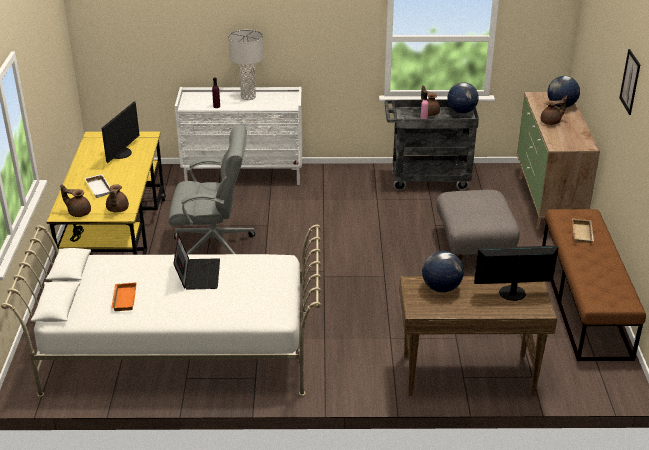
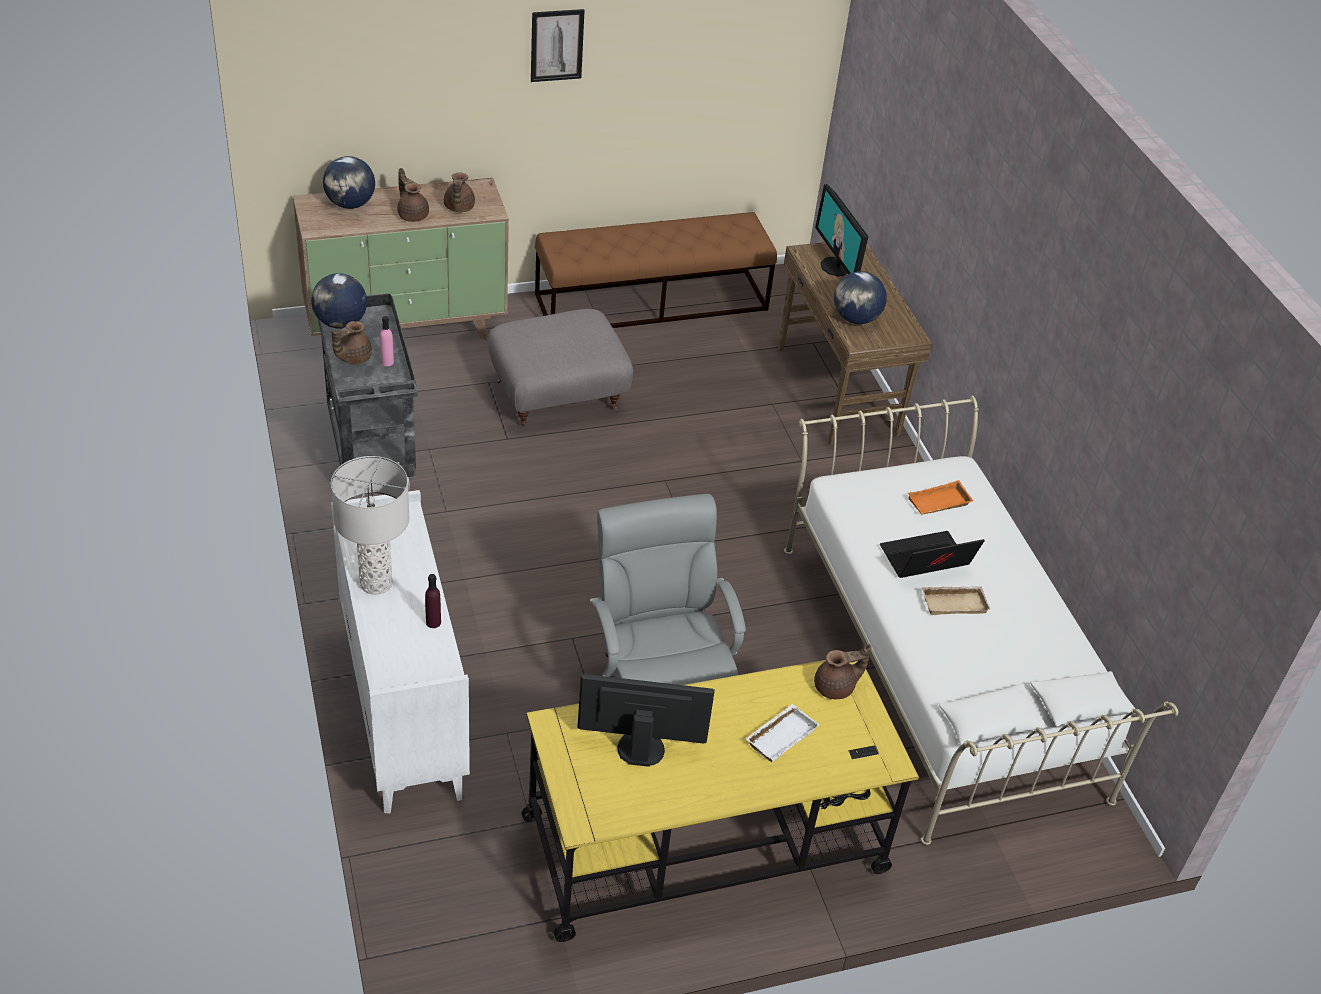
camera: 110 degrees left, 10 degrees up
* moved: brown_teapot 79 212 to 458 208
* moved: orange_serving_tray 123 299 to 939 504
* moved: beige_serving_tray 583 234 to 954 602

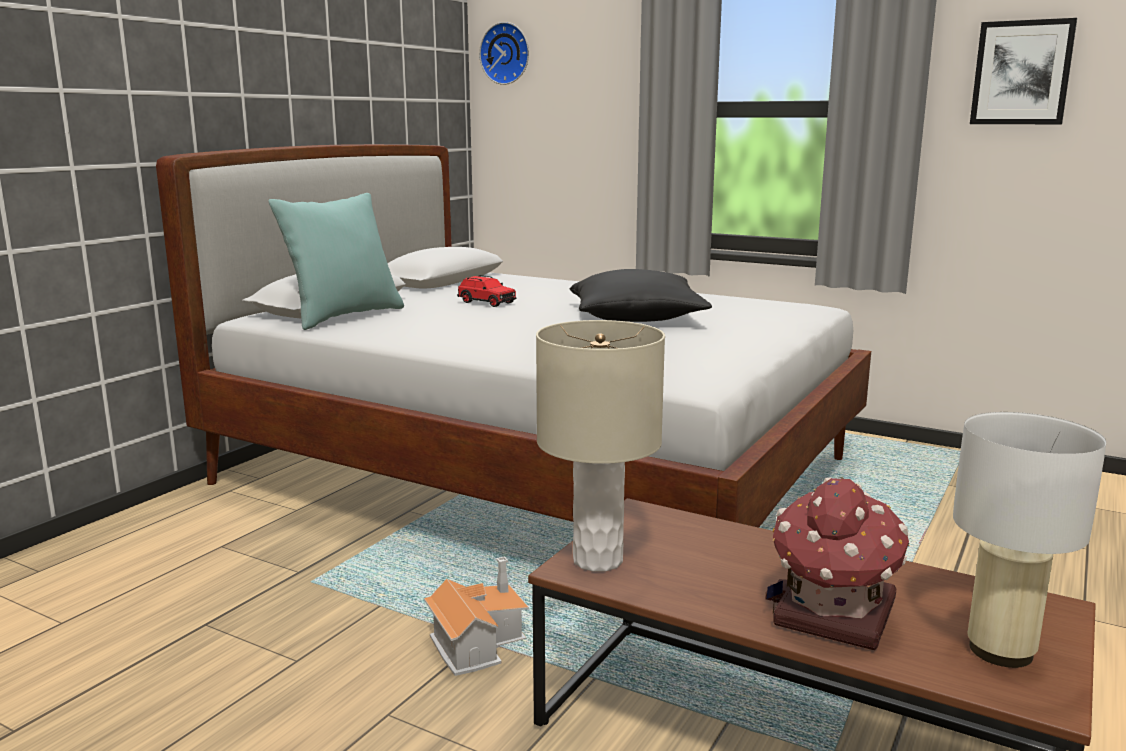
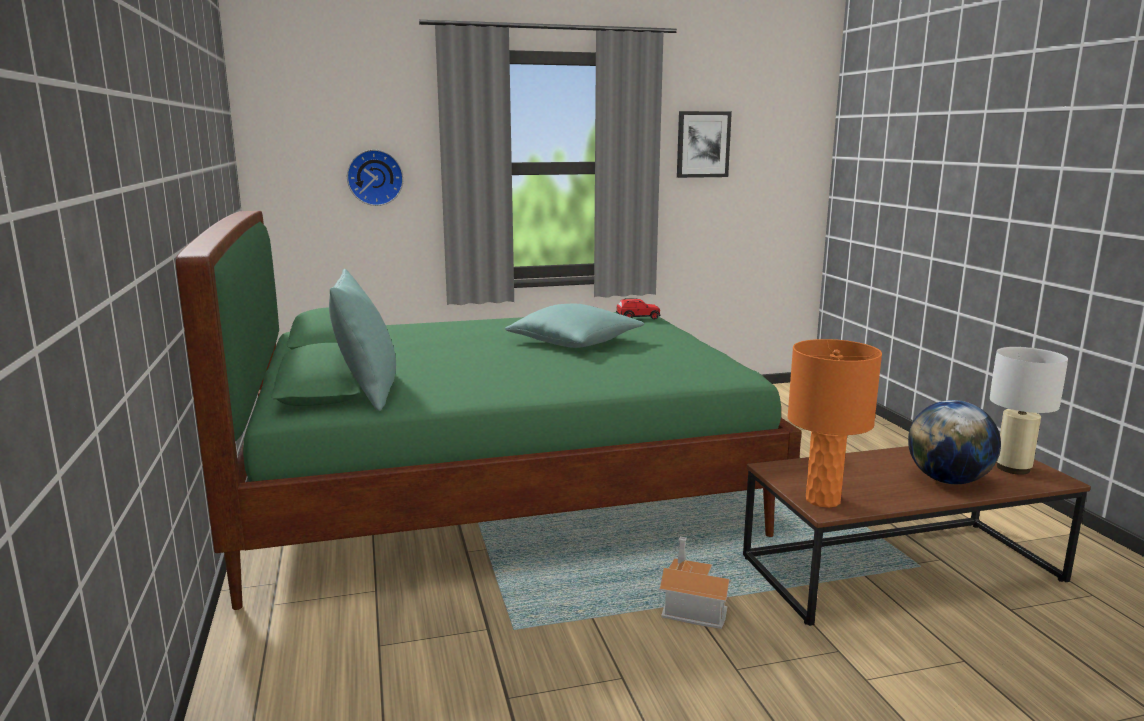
camera: 45 degrees left, 0 degrees up
* recoloured: white-coloured_bed 539 472 to greenish_bed 496 488
* moved: red_toy_car 486 302 to 637 317
* moved: clock_on_the_wall 506 53 to 375 177
* recoloured: beige_tabletop_lamp 598 560 to orange_tabletop_lamp 822 500
* recoloured: black_cushion 636 318 to turquoise-coloured_cushion 575 343
* replaced: toy_house 833 615 to desk_globe 948 480

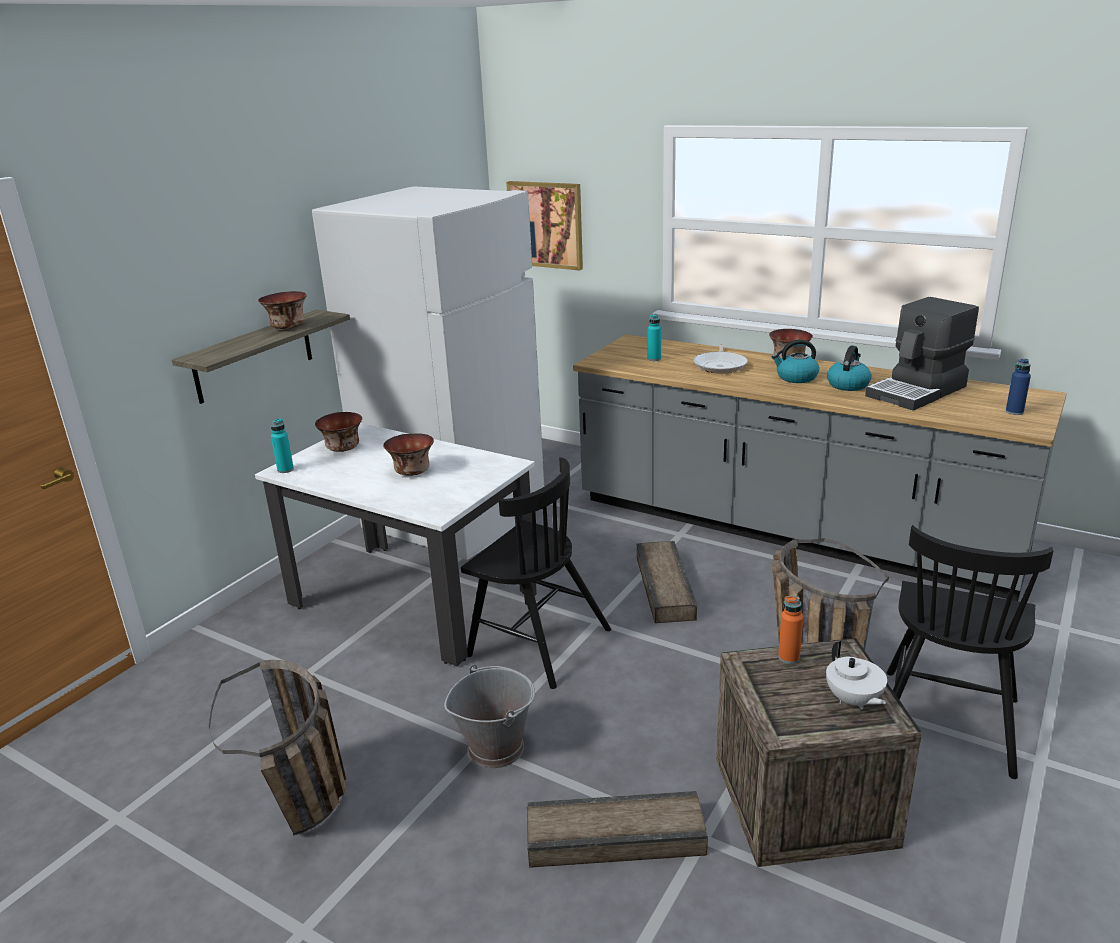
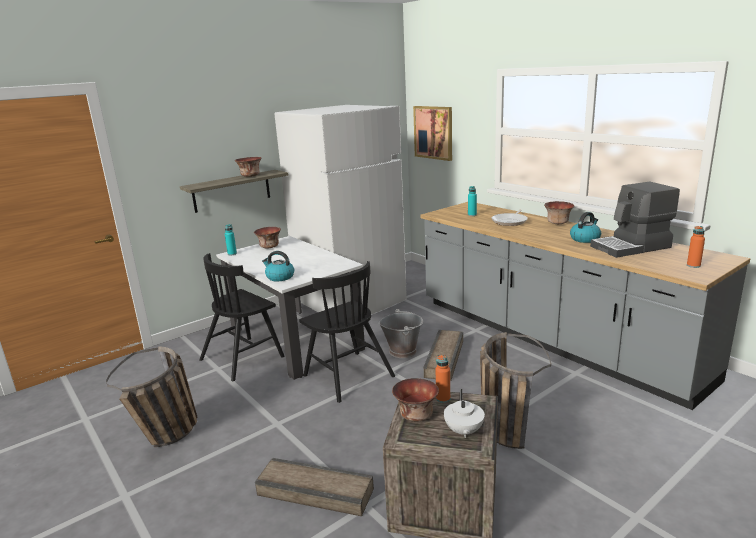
camera: 20 degrees right, 5 degrees down
* moved: bowl 411 472 to 415 416
* moved: grey_water_bucket 496 747 to 403 351
* moved: kettle 796 378 to 279 277
* moved: black_upright_chair 947 714 to 245 356
* recoloured: bluish_bottle 1014 412 to orange_bottle 693 265

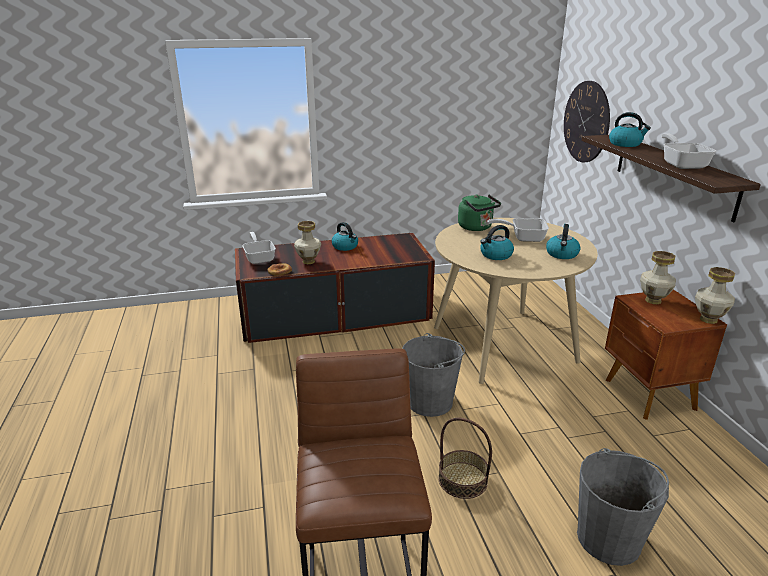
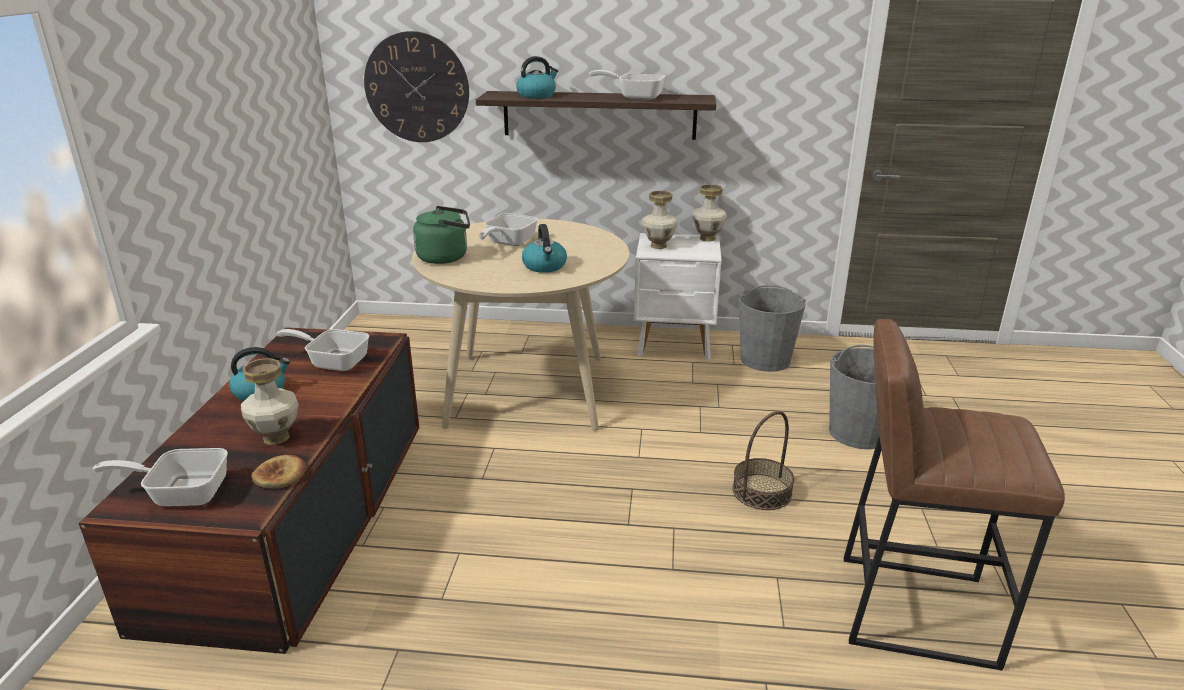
camera: 70 degrees left, 0 degrees up
* moved: grey_water_bucket 430 402 to 765 359
* removed: kettle 562 254
* recoloured: brown_night_table 649 395 to white-coloured_night_table 675 344
* added: frying_pan 333 361

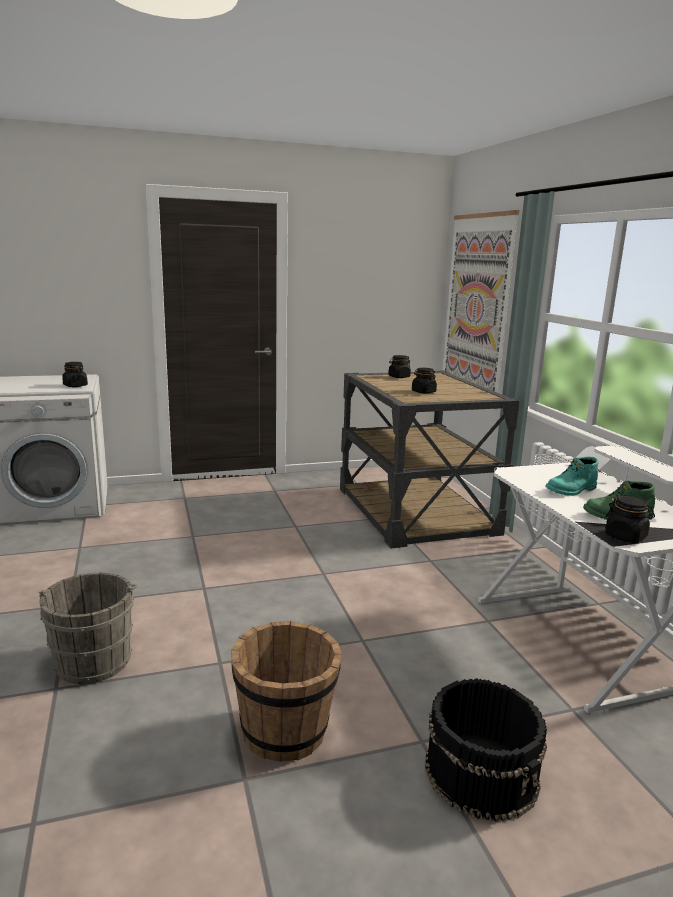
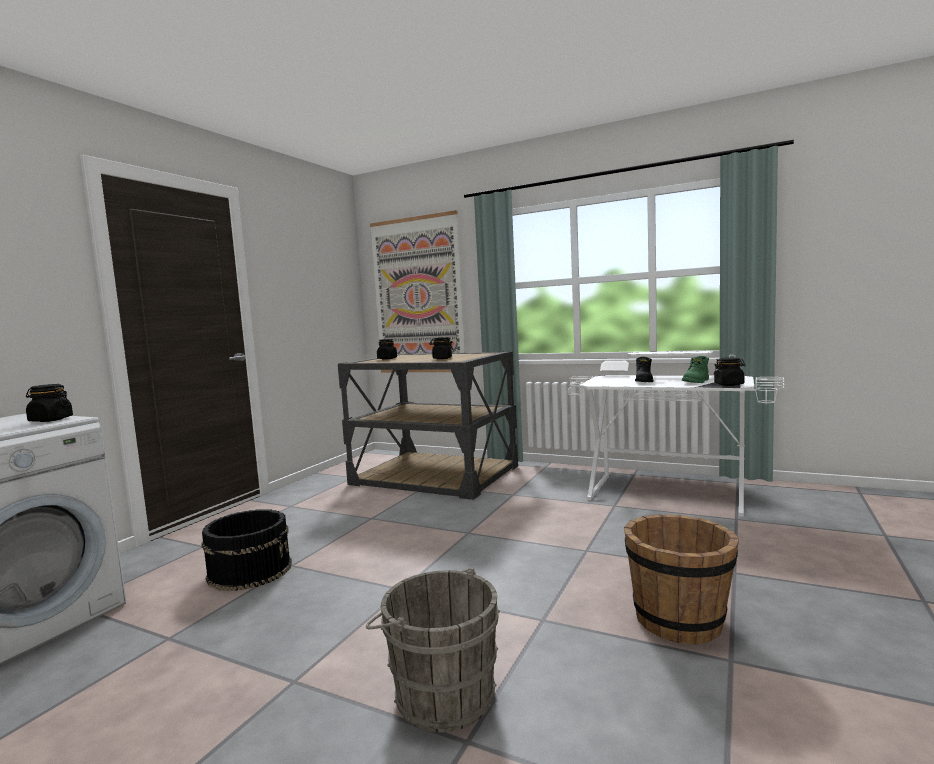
camera: 45 degrees left, 10 degrees down
* moved: black_water_bucket 482 772 to 250 570
* recoloured: turquoise-coloured_high-top_boot 571 490 to black_high-top_boot 644 381

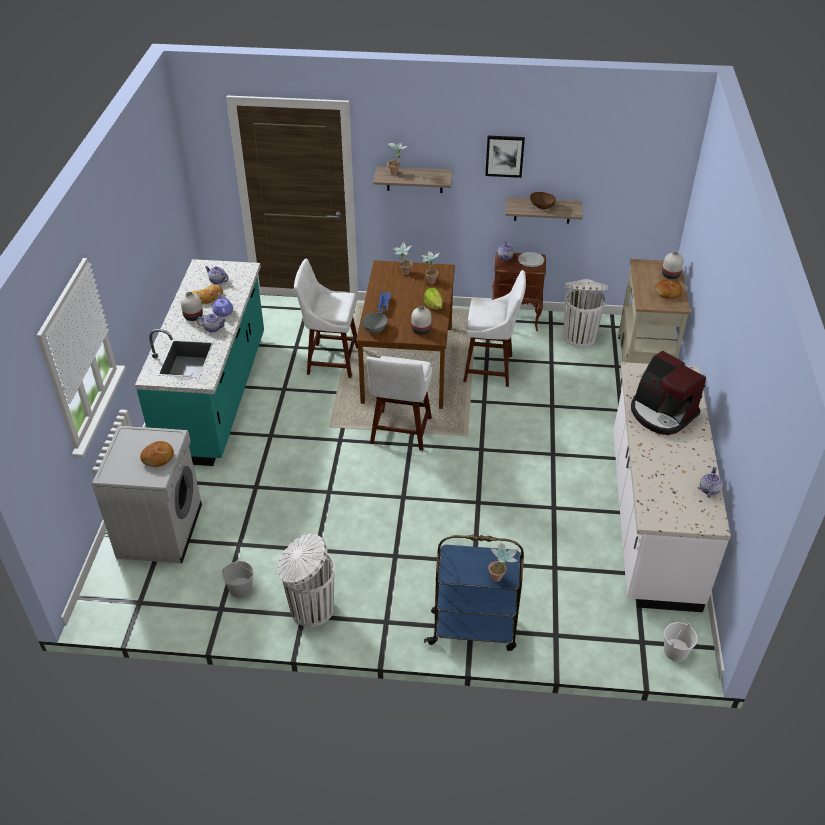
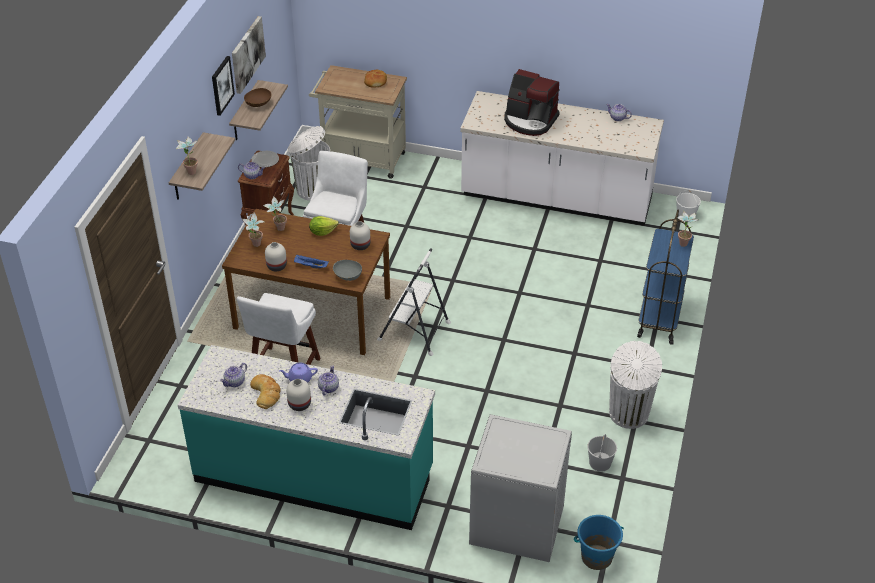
camera: 80 degrees left, 0 degrees up
* removed: bread 158 458
* replaced: white-coloured_upright_chair 400 433 to white-coloured_step_stool 416 331
* turned: coffee_maker 662 413 = 530 121 60 degrees clockwise
* moved: white-coloured_flower_vase 671 275 to 276 266
* added: wall_picture 247 54
* added: bluish_water_bucket 596 557

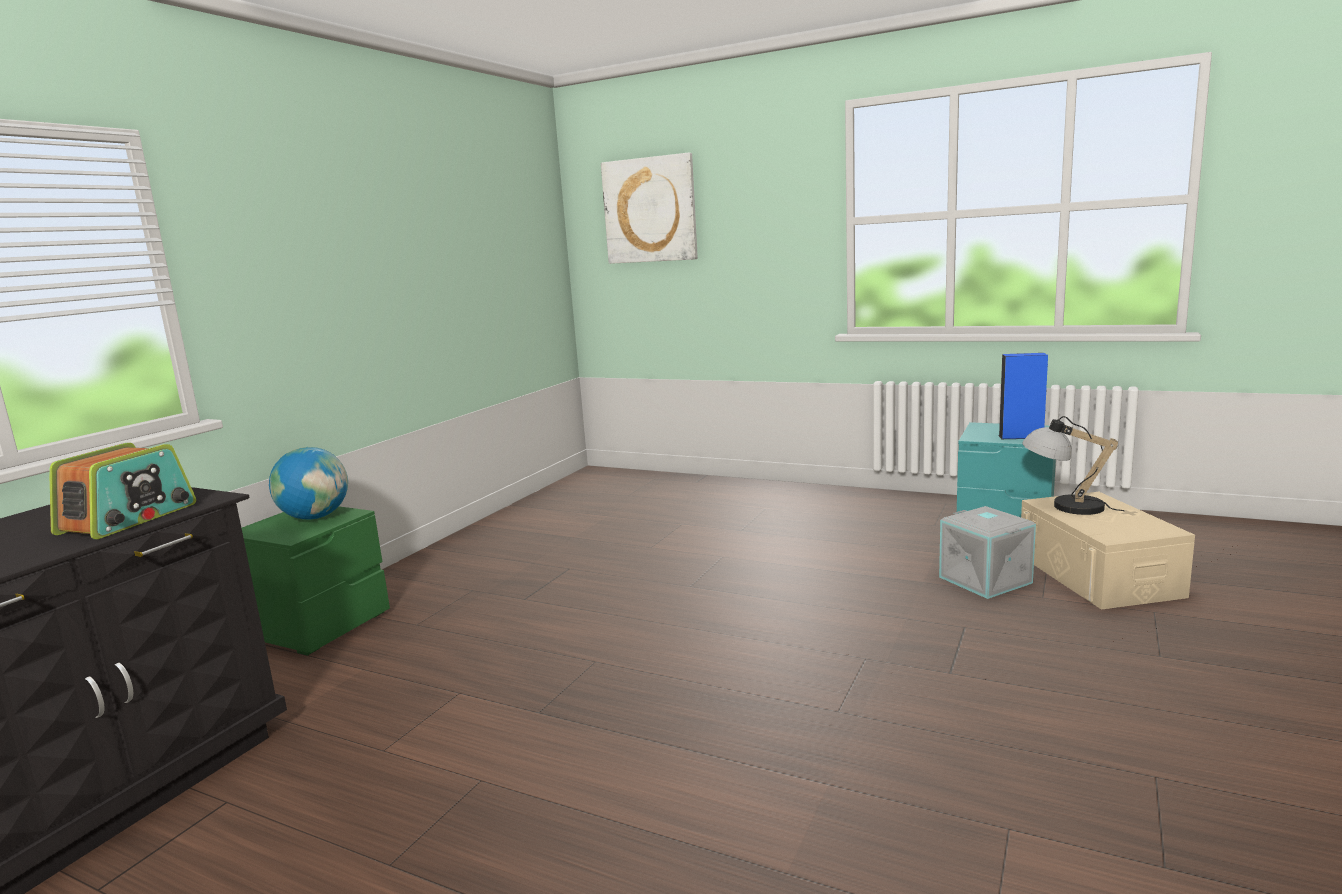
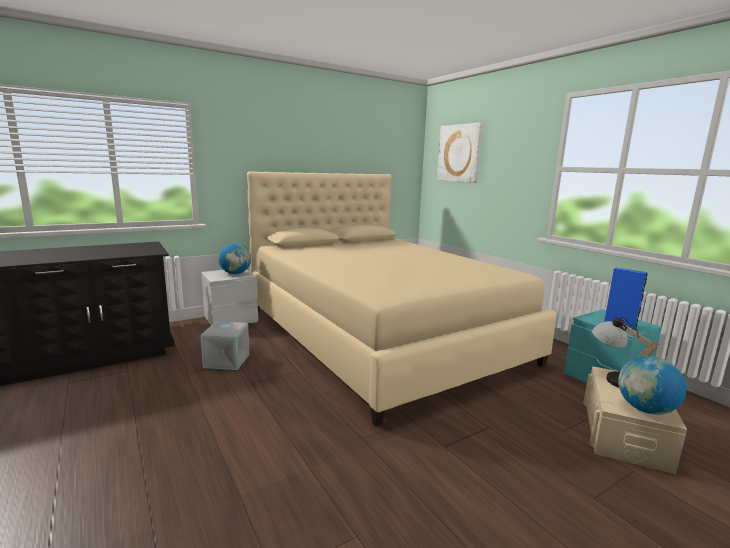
camera: 30 degrees right, 0 degrees up
* removed: radio_set 129 519
* recoloured: greenish_night_table 317 626 to white-coloured_night_table 230 320
* moved: grey_storage_bin 986 580 to 227 361
* added: beige_bed 379 334
* added: desk_globe 645 409

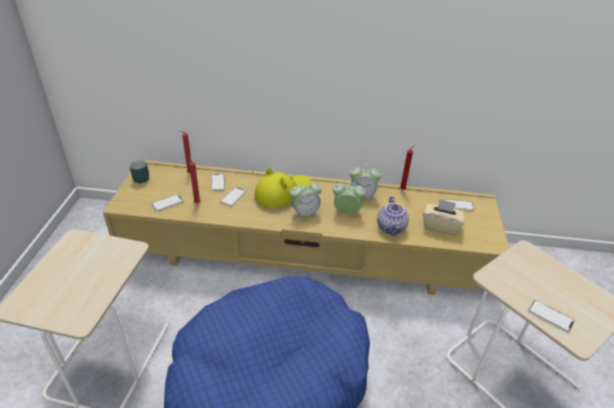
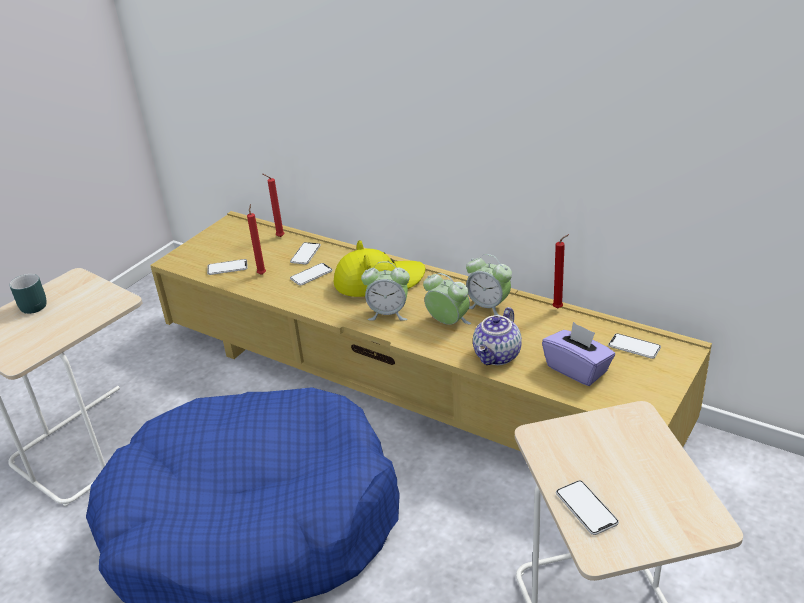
camera: 30 degrees right, 5 degrees down
* moved: turquoise-coloured_mug 139 178 to 33 304
* recoloured: beige_box_of_tissues 440 226 to purple-coloured_box_of_tissues 577 369

